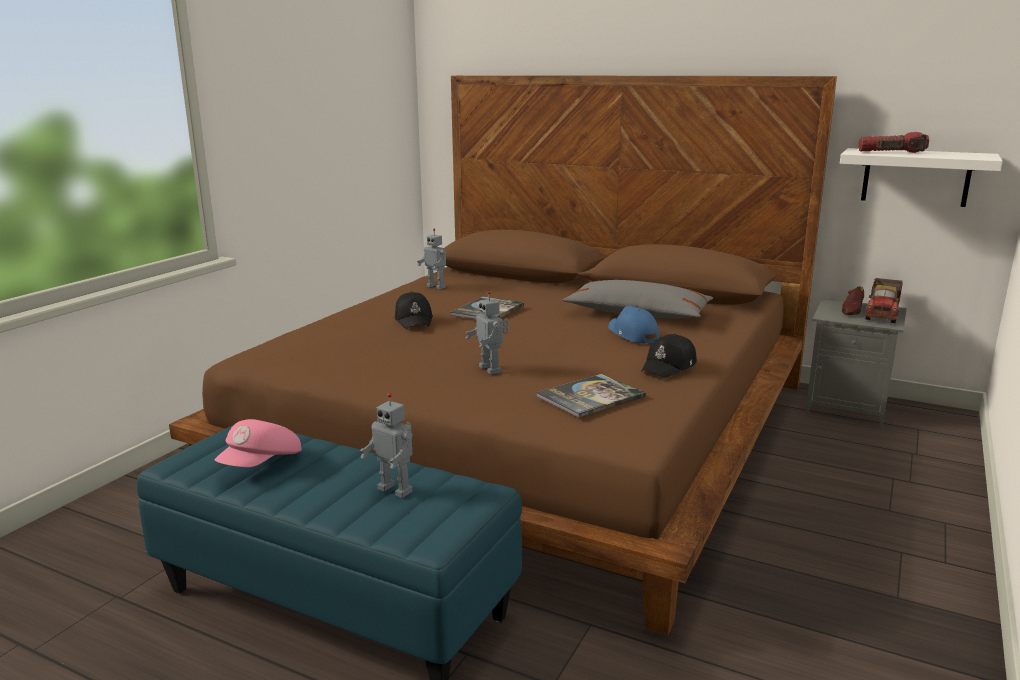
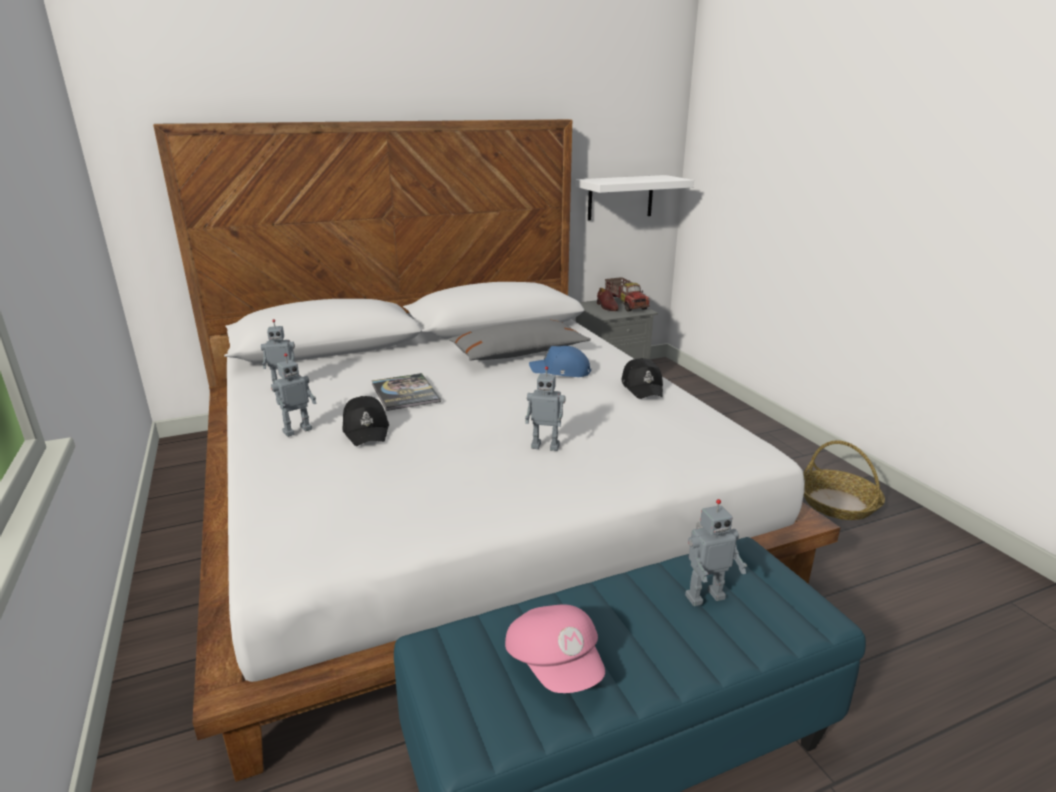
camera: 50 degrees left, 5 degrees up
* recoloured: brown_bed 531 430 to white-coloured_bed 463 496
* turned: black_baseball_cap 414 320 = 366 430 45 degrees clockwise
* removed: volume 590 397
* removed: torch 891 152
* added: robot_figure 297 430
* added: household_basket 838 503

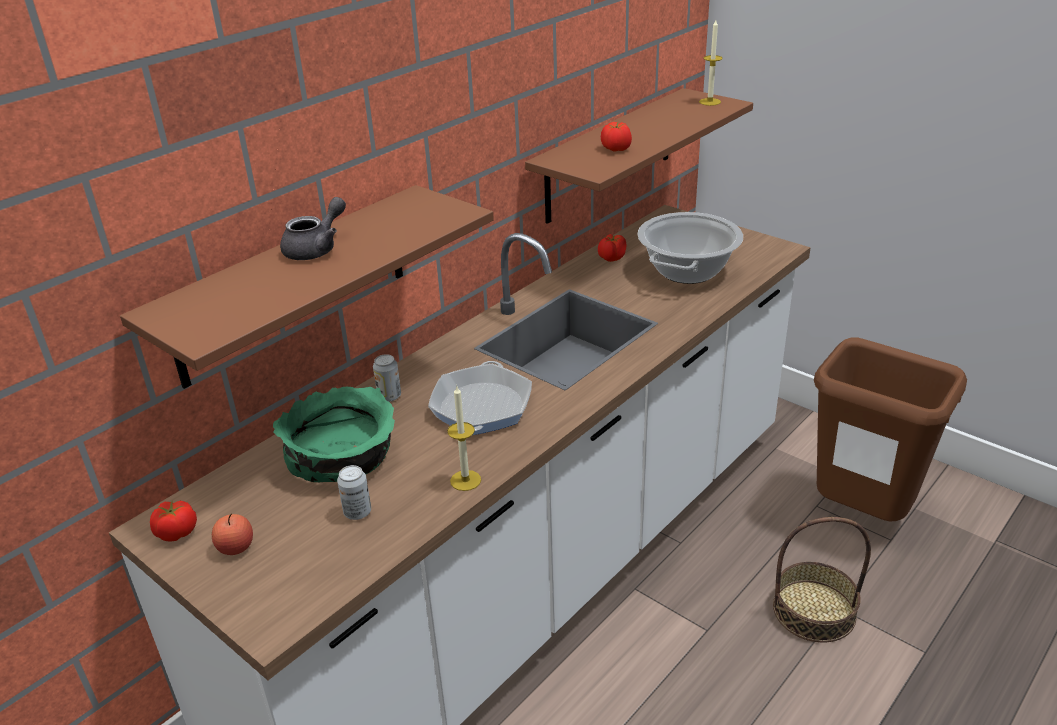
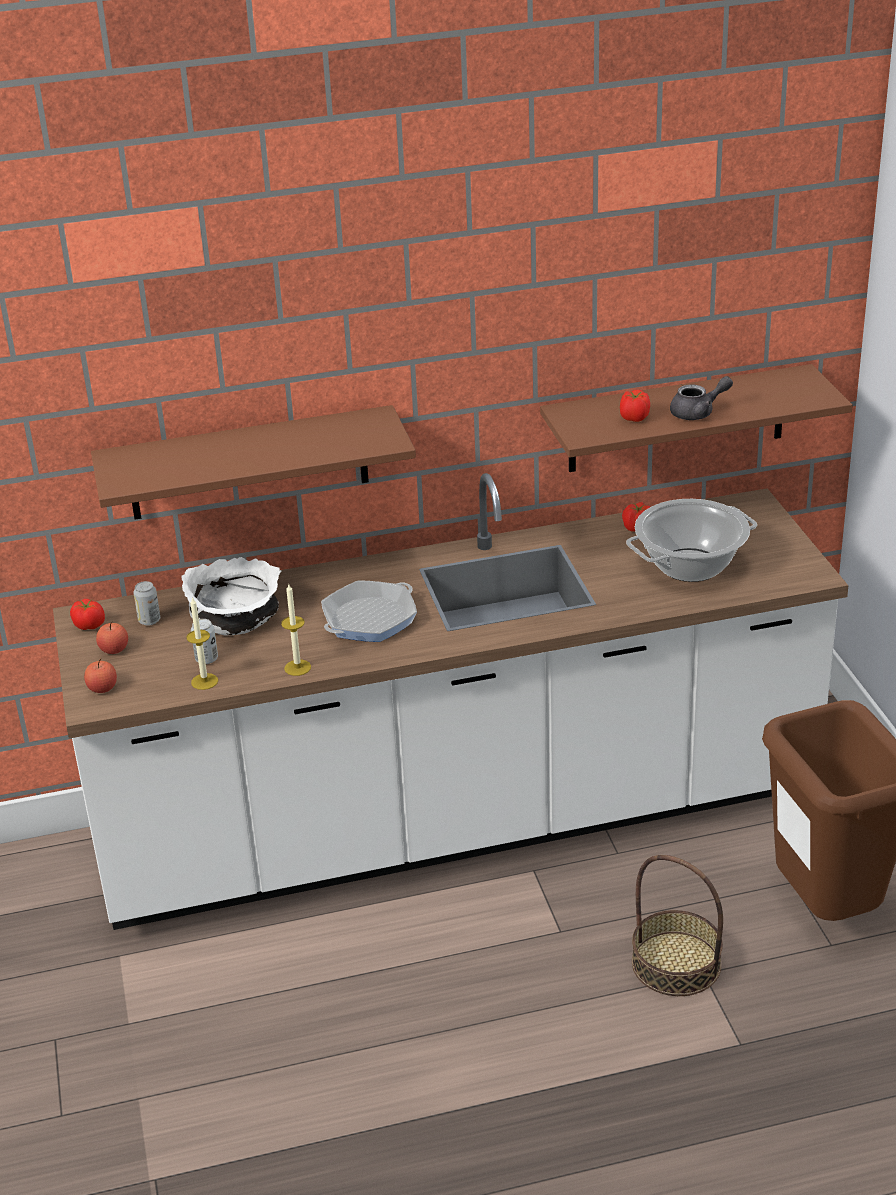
camera: 35 degrees right, 0 degrees up
* recoloured: greenish_bowl 343 457 to white-coloured_bowl 236 617
* moved: grey_teapot 316 249 to 698 413
* moved: sealed_can 389 396 to 149 620
* moved: wax_light 710 102 to 204 681
* added: apple_fruit 102 688

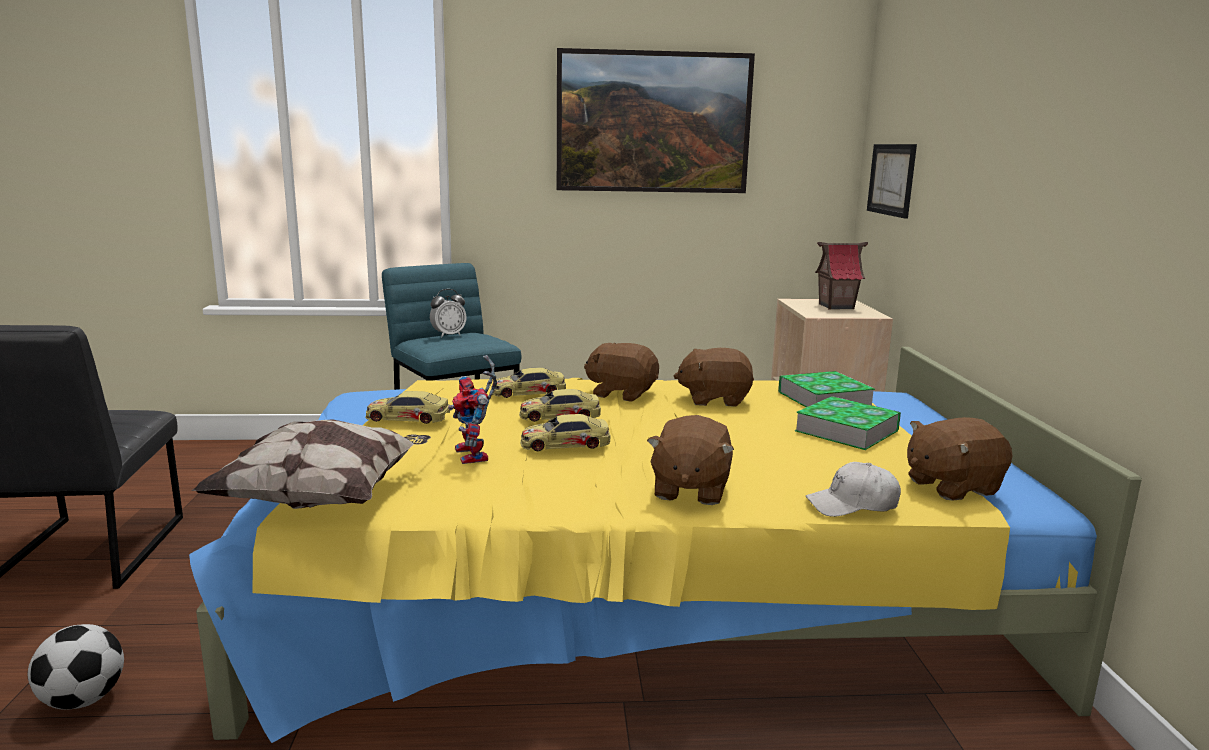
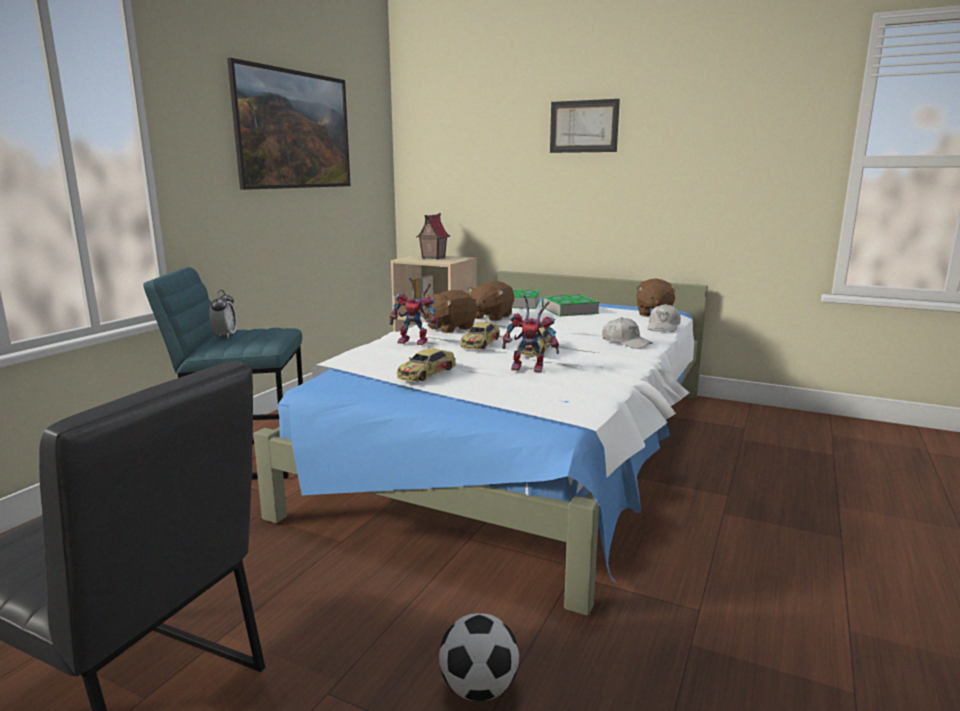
camera: 60 degrees left, 0 degrees up
* recoloured: yellow_bed 634 593 to white-coloured_bed 525 447
* removed: cushion 326 498
* replaced: toy_car 528 392 to robot_figure 416 342
* replaced: brown_soft_toy 689 490 to white-coloured_baseball_cap 626 342
* moved: wall_picture 891 179 to 584 126

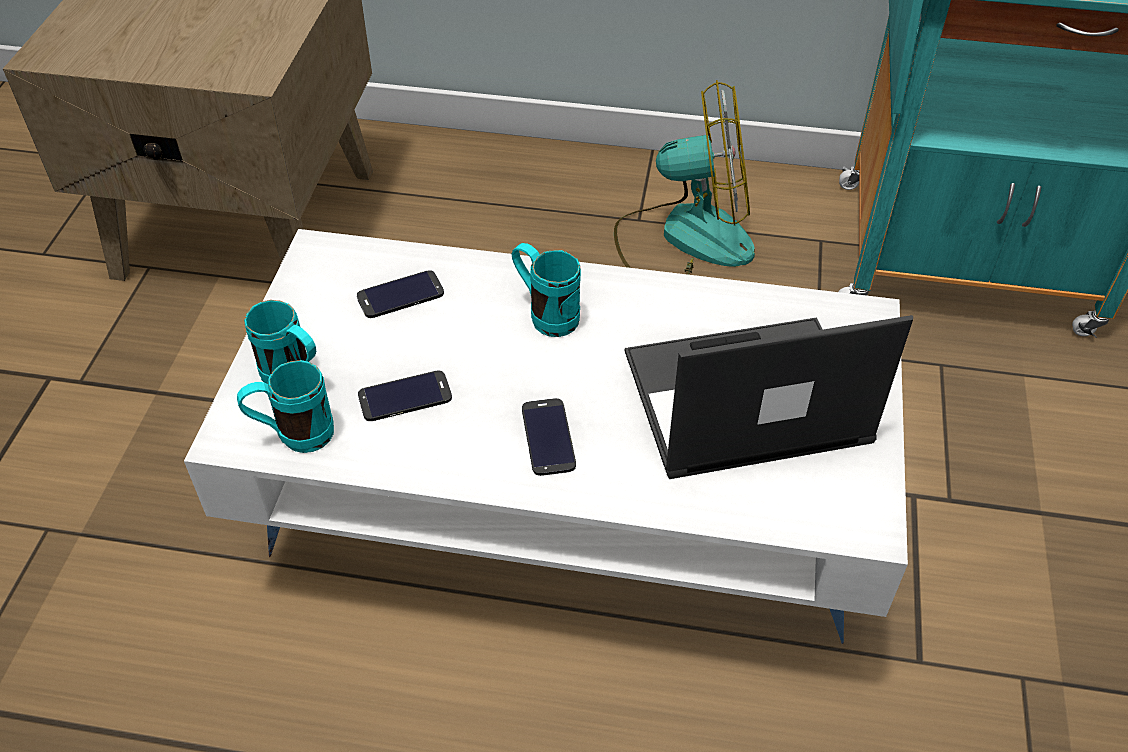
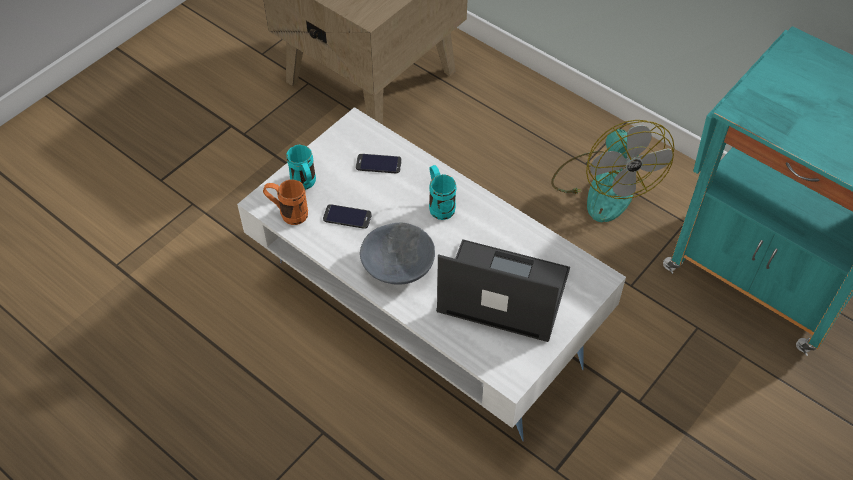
camera: 30 degrees right, 5 degrees up
* recoloured: turquoise-coloured_mug 294 436 to orange_mug 288 214
* replaced: handset 548 437 to grey_bowl 397 266
* turned: fan 684 237 = 604 186 45 degrees clockwise

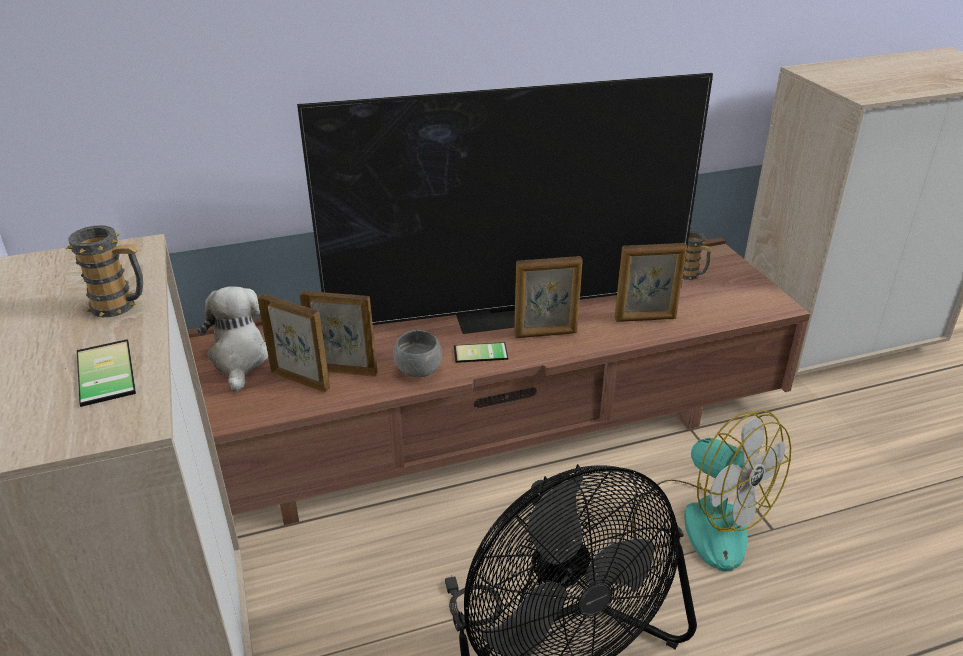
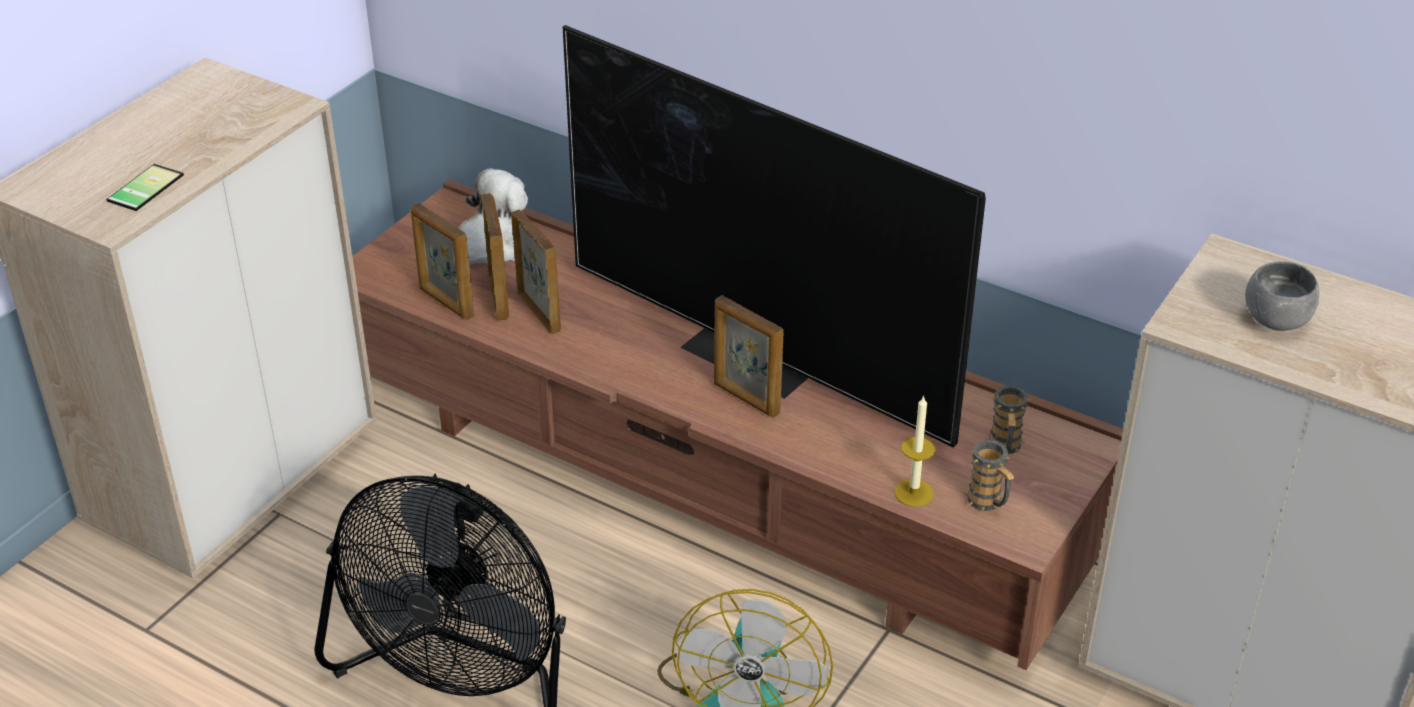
camera: 50 degrees right, 5 degrees up
* moved: mug 120 306 to 988 503
* moved: grey_bowl 418 370 to 1276 319
* removed: handset 481 354
* moved: photo_frame 645 319 to 446 303
* added: wax_light 914 493

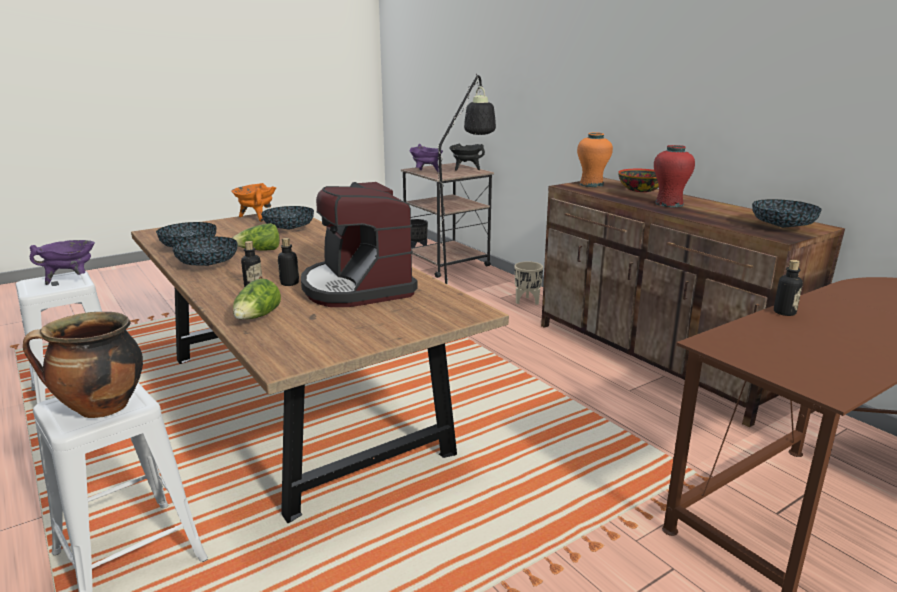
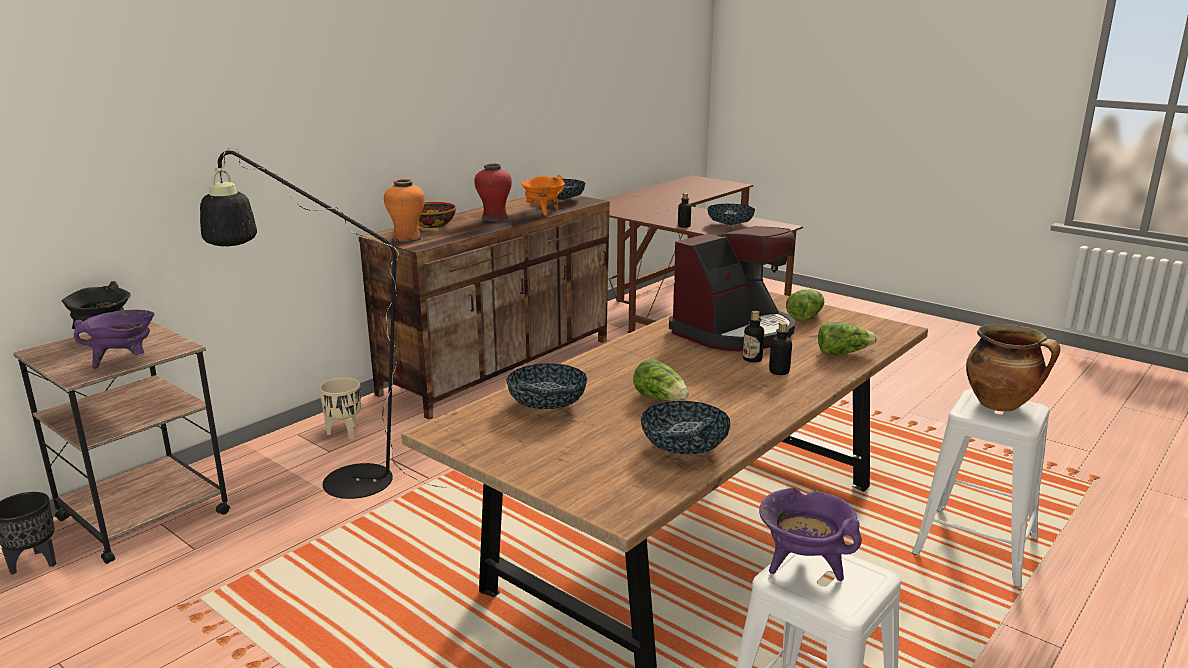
camera: 105 degrees left, 0 degrees up
* moved: bowl 208 265 to 730 225
* moved: orange_saucepot 256 217 to 543 212
* added: lettuce 805 316

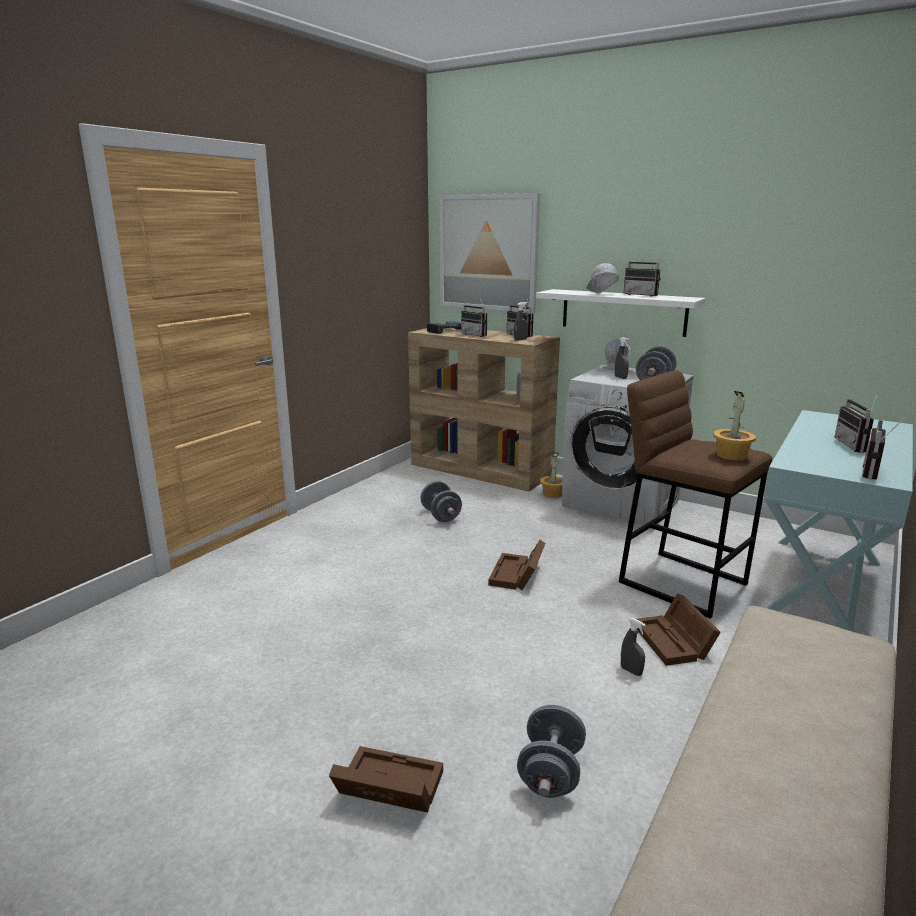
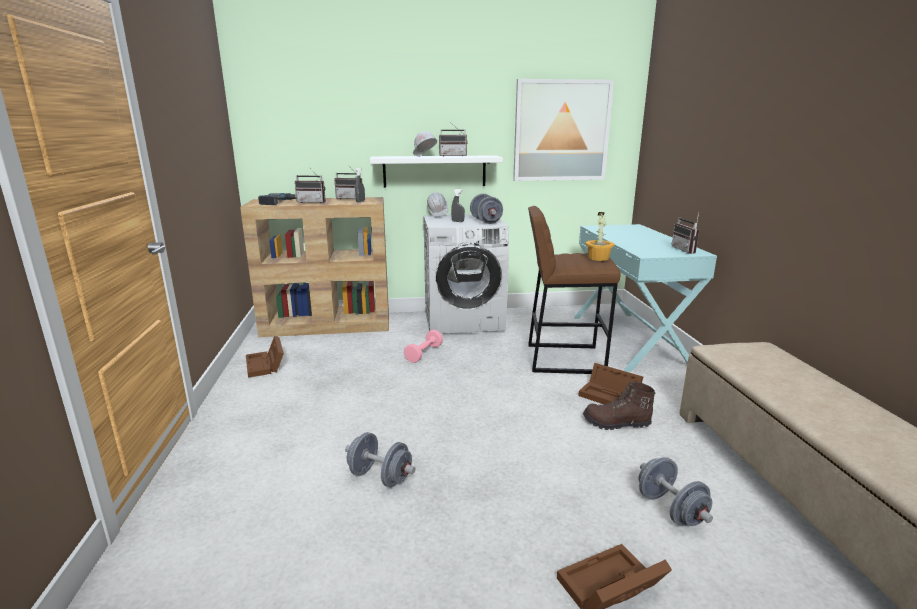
camera: 40 degrees left, 0 degrees up
* moved: grey_hand_weight 441 515 to 380 477
* moved: wall_picture 488 253 to 561 131
* moved: brown_storage_bin 517 575 to 266 365
* removed: plant_in_a_pot 552 494
* replaced: grey_hand_sprayer 631 671 to brown_high-top_boot 616 424
* removed: radio_set 856 446
* added: pink_hand_weight 424 354

